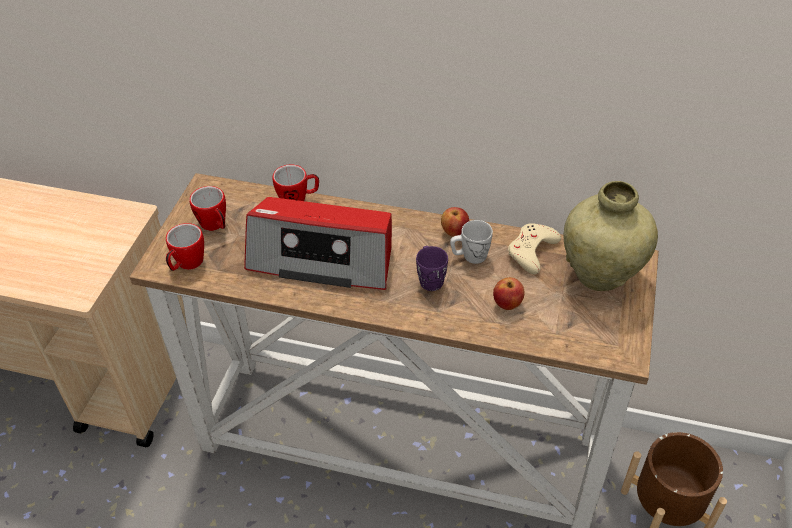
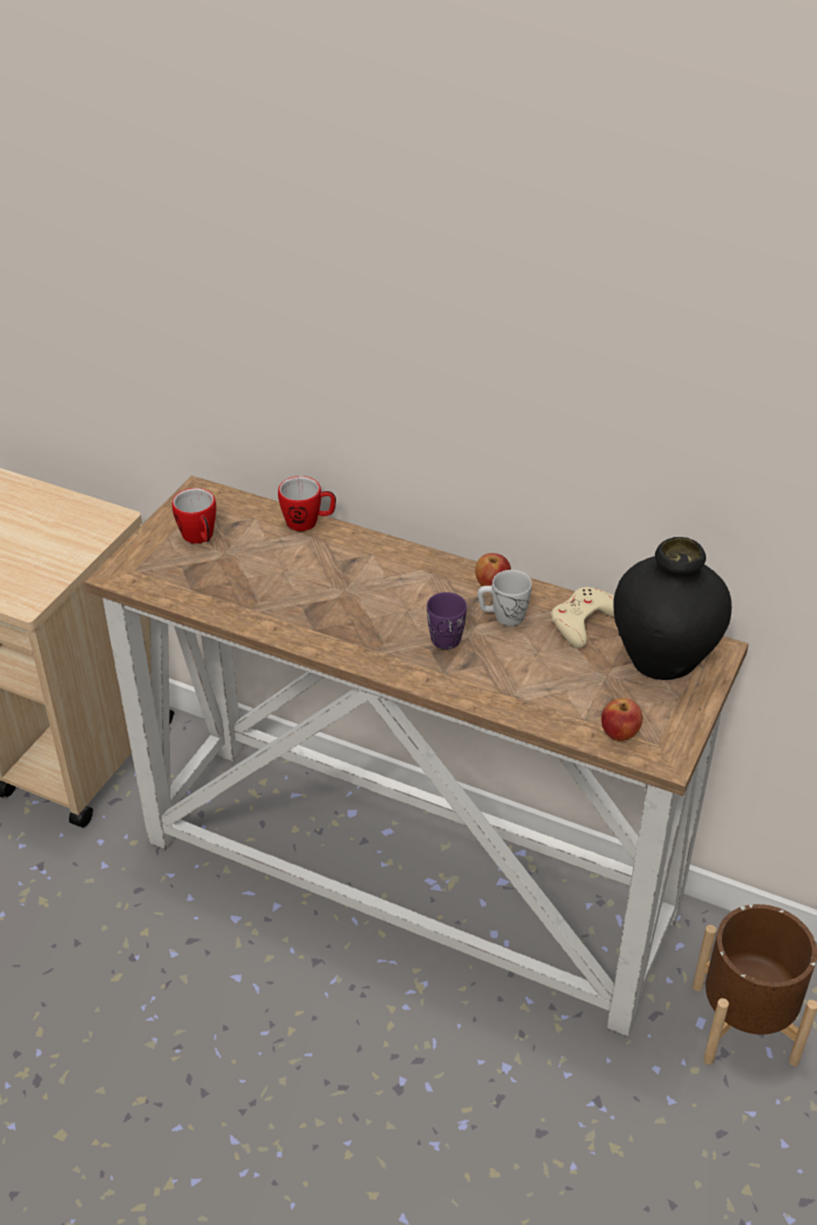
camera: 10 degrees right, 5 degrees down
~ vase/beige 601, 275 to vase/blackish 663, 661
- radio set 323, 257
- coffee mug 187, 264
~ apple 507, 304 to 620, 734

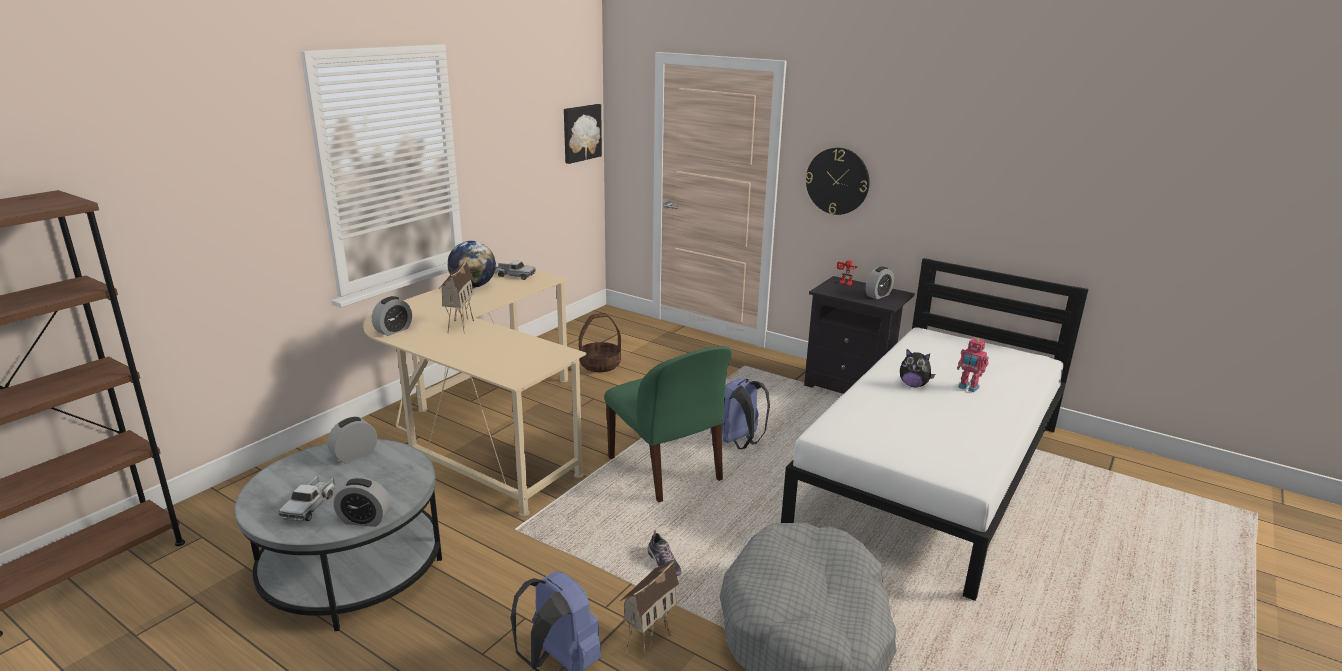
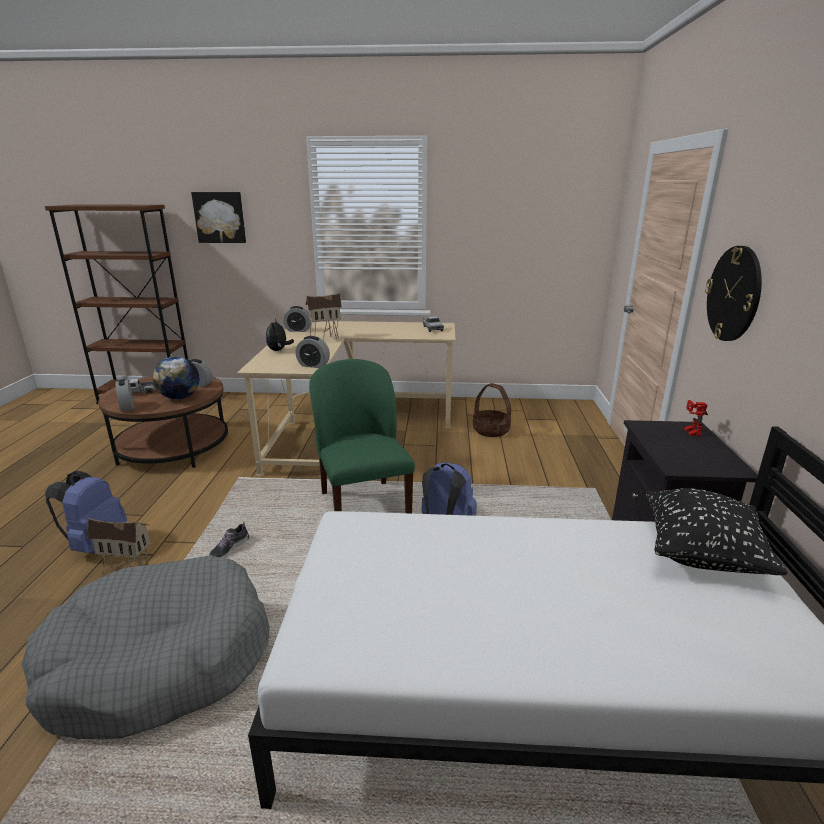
camera: 60 degrees right, 0 degrees up
~ picture 581, 133 to 220, 217
~ globe 473, 286 to 179, 398
~ alarm clock 878, 295 to 313, 365
- toy robot 968, 388
~ chair/greenish 666, 470 = 363, 507 135 degrees clockwise
~ cuddly toy 913, 385 to 278, 350
~ coffee table/grey 352, 568 to coffee table/brownish 173, 448
+ cushion/blackish 701, 554

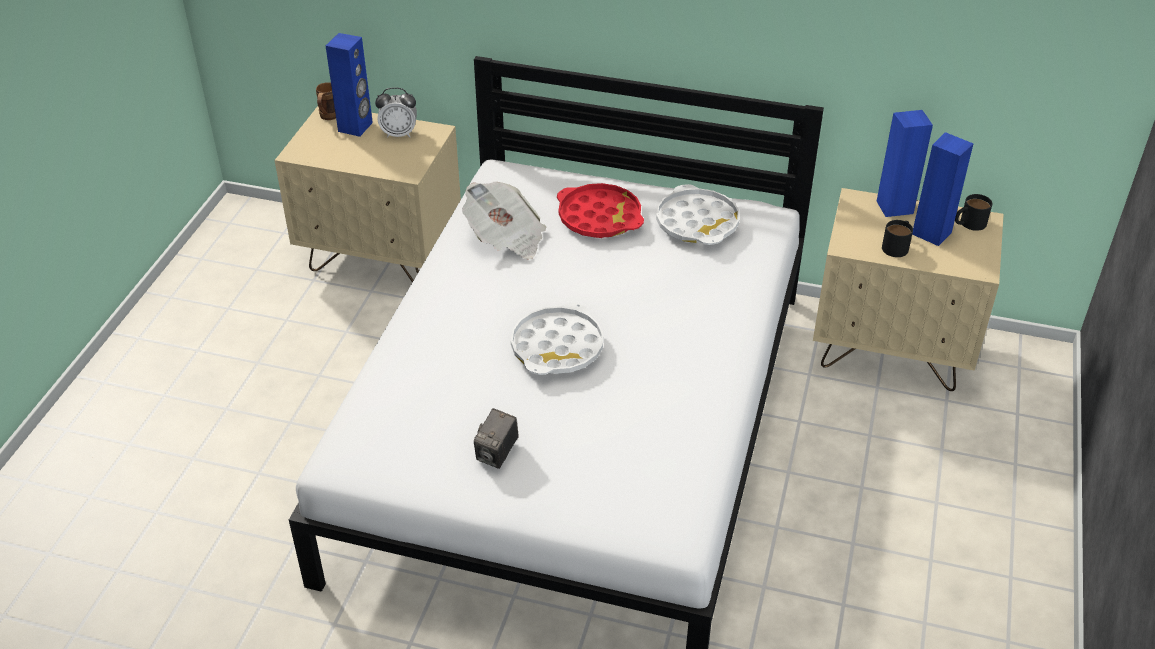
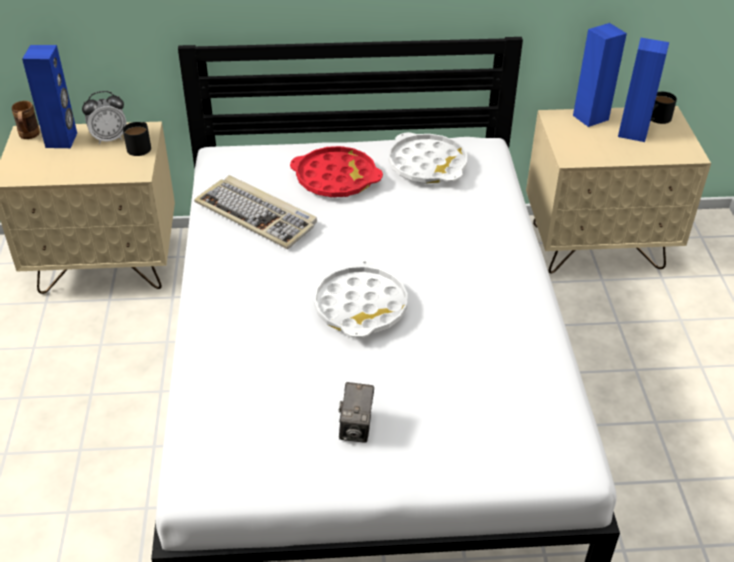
camera: 20 degrees left, 0 degrees up
~ daily paper 506, 238 to PC keyboard 257, 215
~ coffee mug/blackish 897, 246 to 141, 146

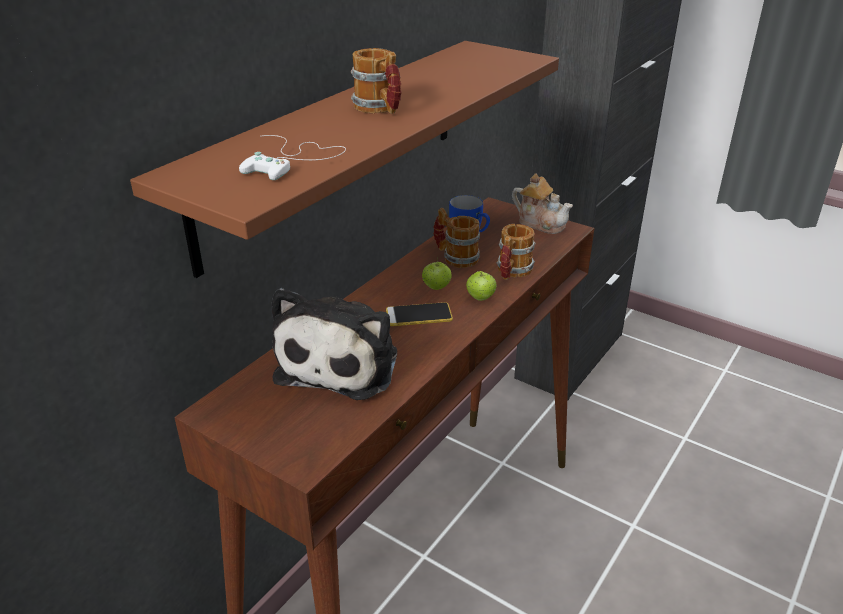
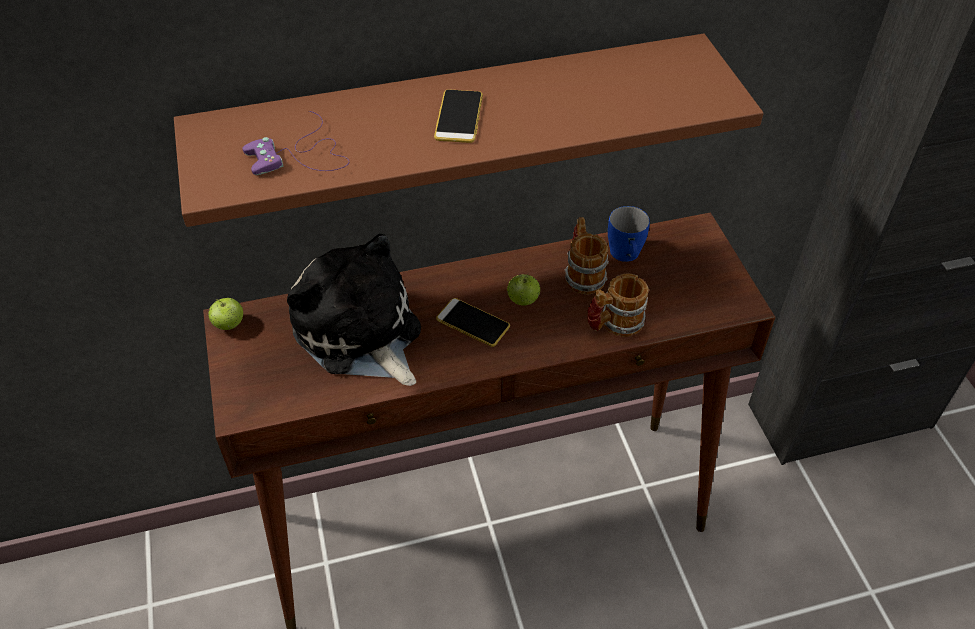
camera: 40 degrees right, 15 degrees up
~ coffee mug 380, 109 to phone 459, 117
~ game controller/white-coloured 293, 160 to game controller/purple-coloured 301, 155
- tea pot 541, 223
~ apple 480, 298 to 229, 325
~ cuddly toy 341, 362 = 360, 334 90 degrees clockwise

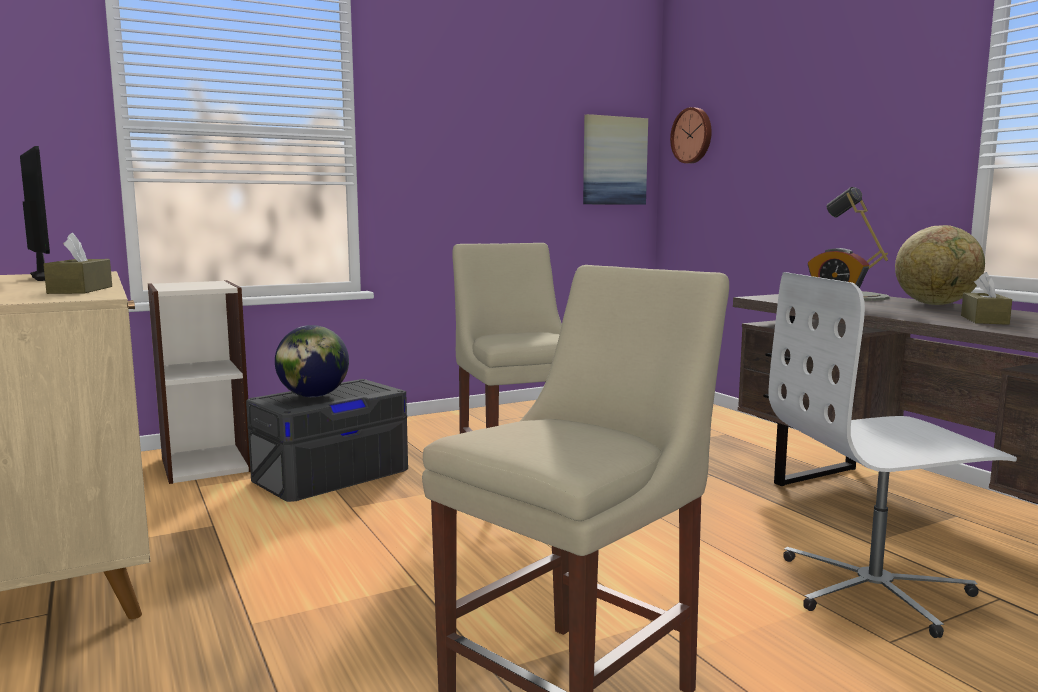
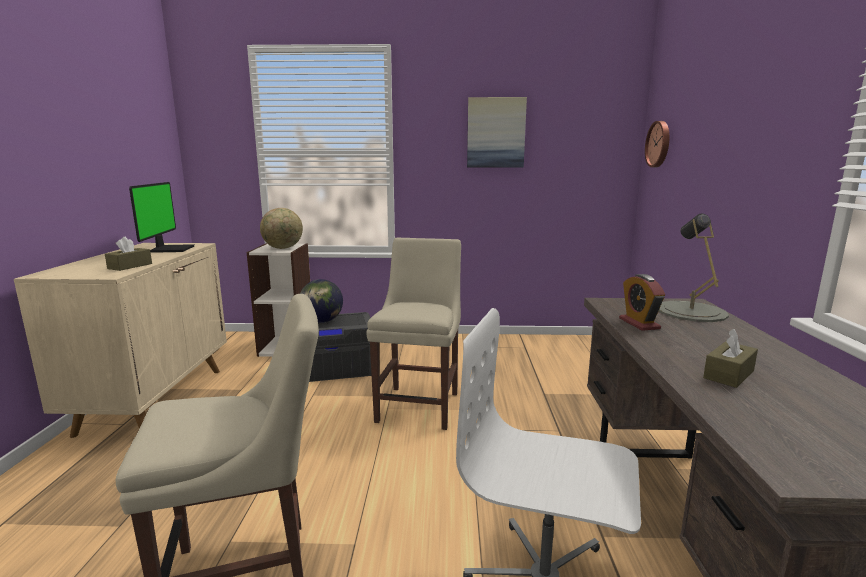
camera: 30 degrees right, 5 degrees up
~ picture 614, 161 to 496, 133
~ globe 935, 304 to 283, 248

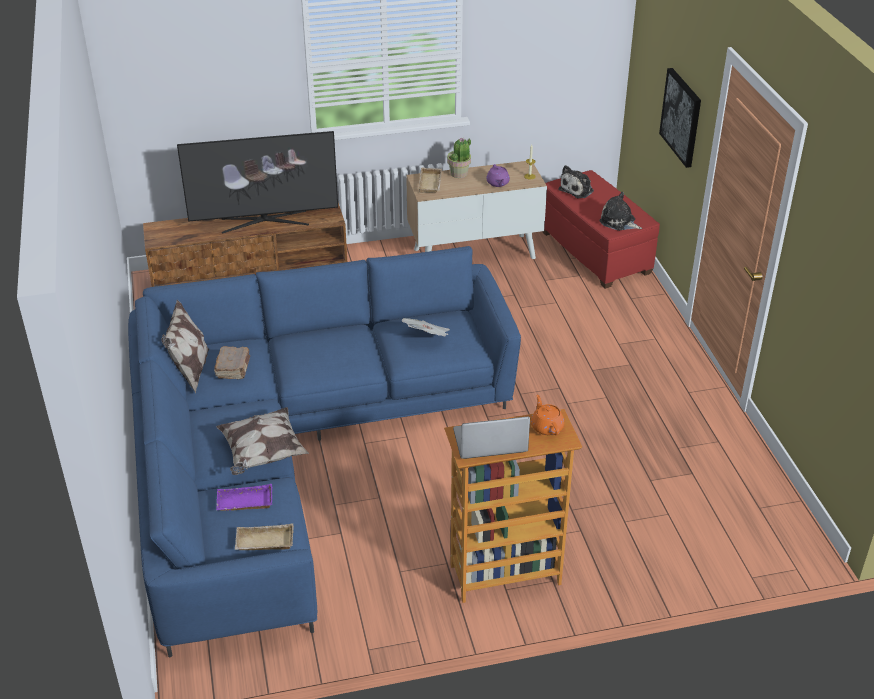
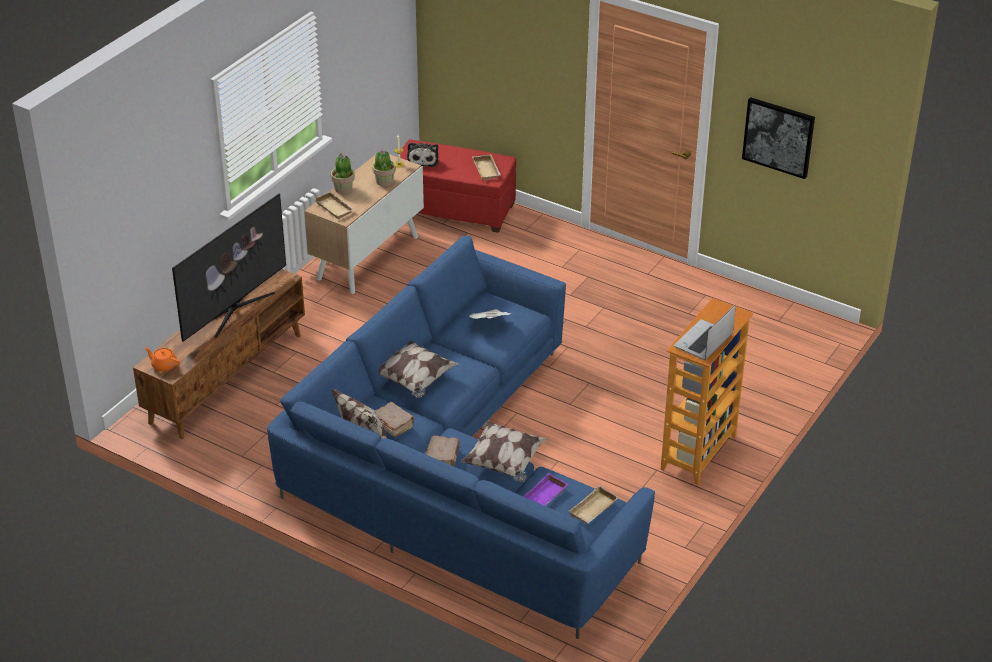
camera: 45 degrees left, 0 degrees up
~ picture 681, 117 to 778, 137
~ tea pot/purple-coloured 498, 183 to plant in a pot 384, 181
~ cuddly toy 619, 222 to carrying tray/beige 487, 170
~ tea pot/orange 546, 426 to 163, 365
+ cushion 414, 380
+ book/brownish 443, 458

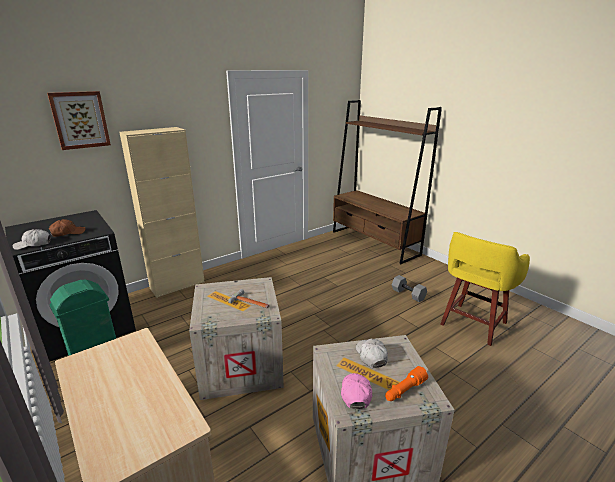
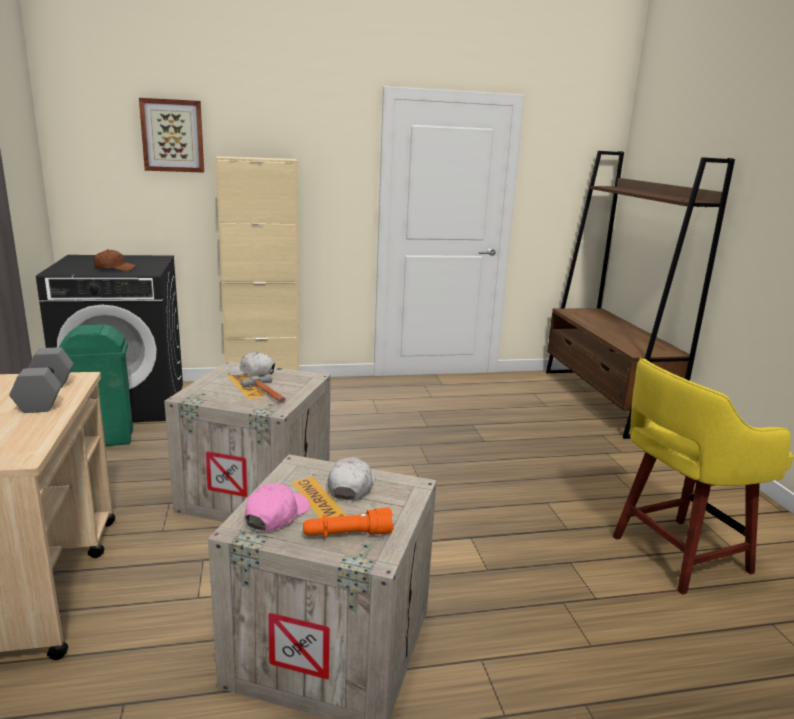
camera: 25 degrees right, 5 degrees down
~ cap/white-coloured 33, 244 to 252, 373
~ free weight/grey 407, 294 to 44, 395

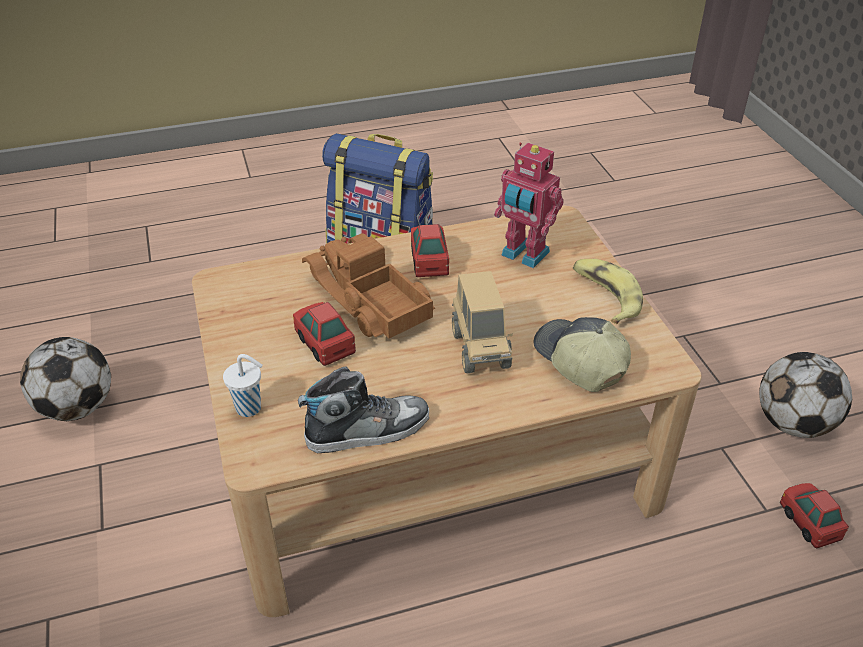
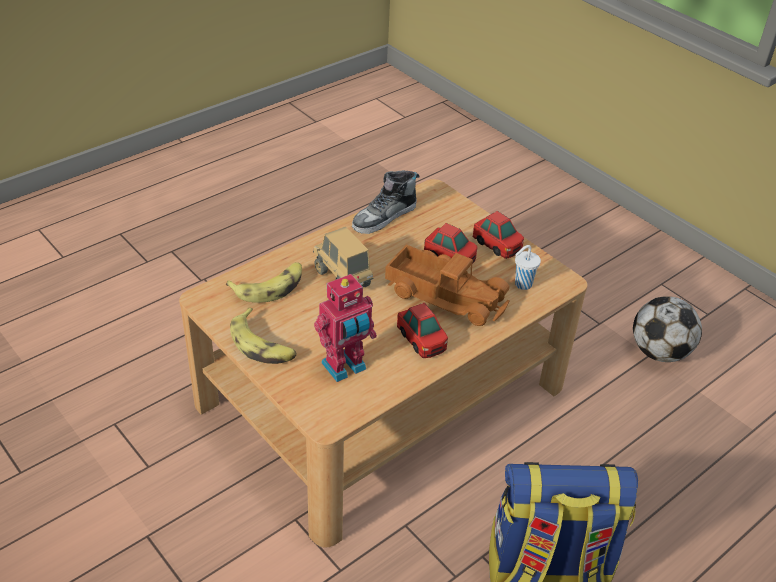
camera: 155 degrees right, 0 degrees up
~ toy robot 523, 255 = 345, 368 135 degrees clockwise
~ cap 578, 361 to banana 270, 287
- football 793, 423
~ drinking cup/white-coloured 250, 408 to 522, 284
~ model car 808, 522 to 497, 245

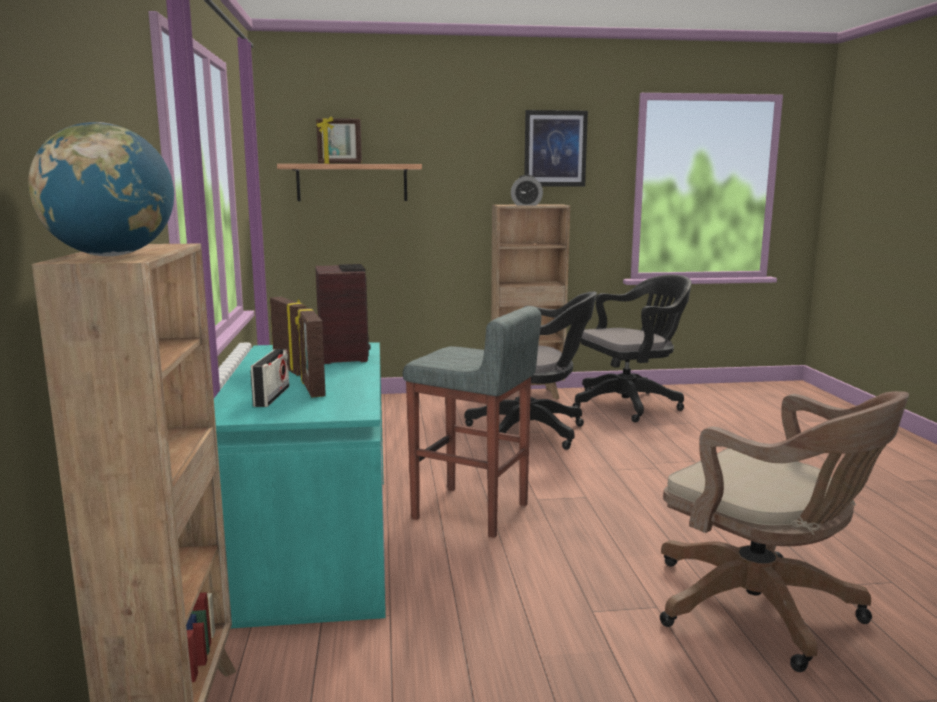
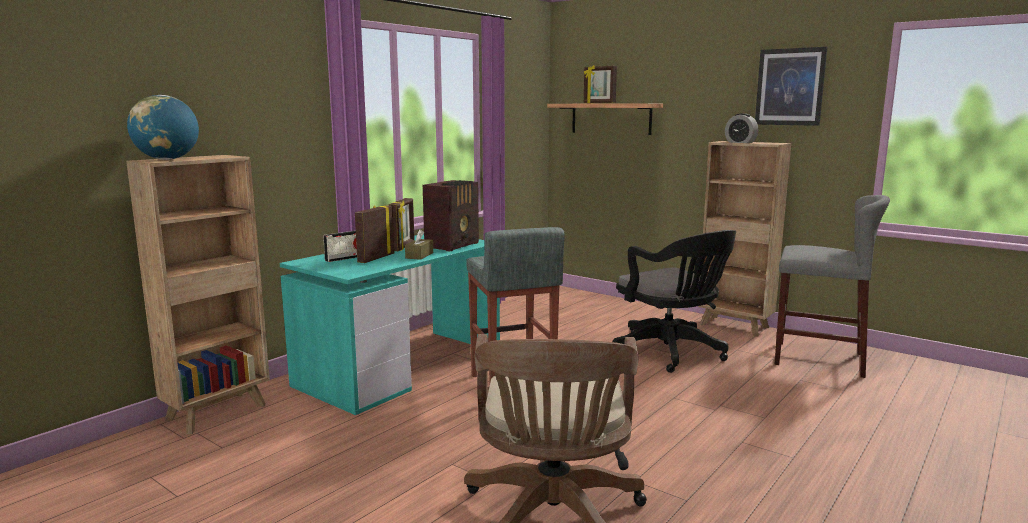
camera: 45 degrees right, 0 degrees up
~ desk chair/blackish 630, 404 to sitting stool/grey 818, 359
+ tissue box/brownish 419, 255

